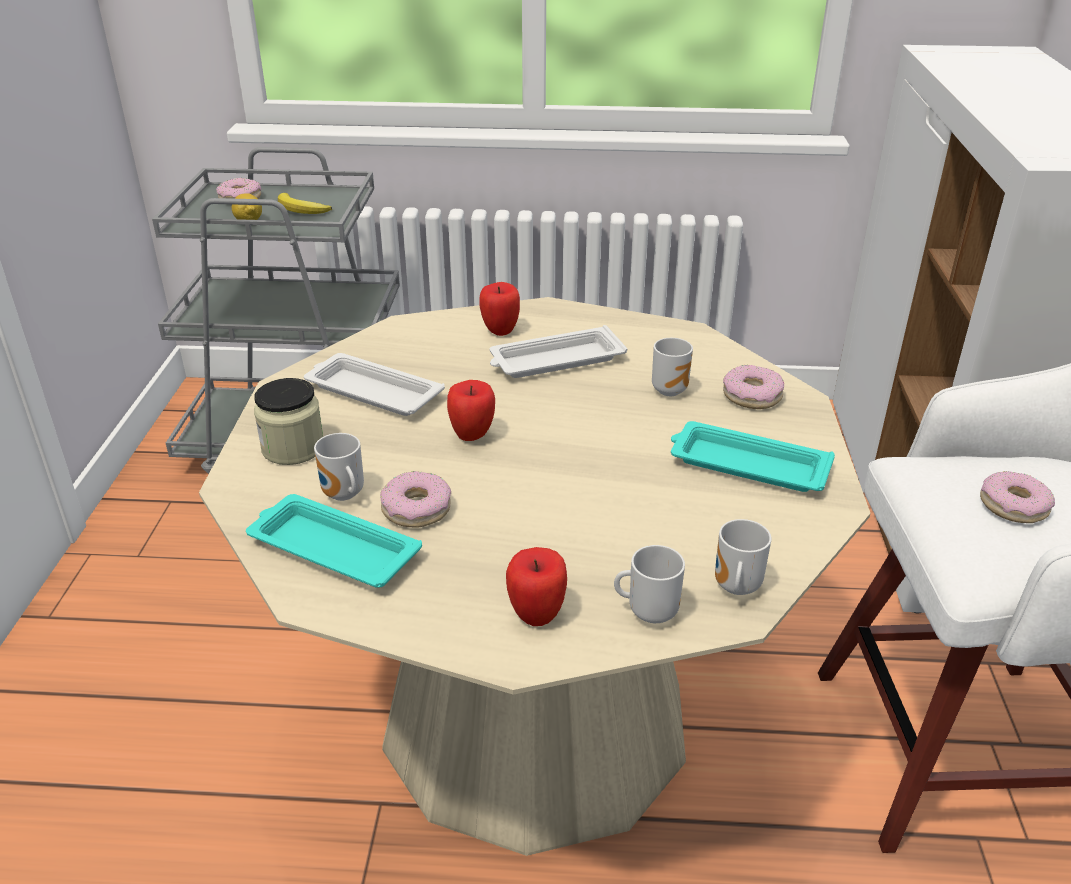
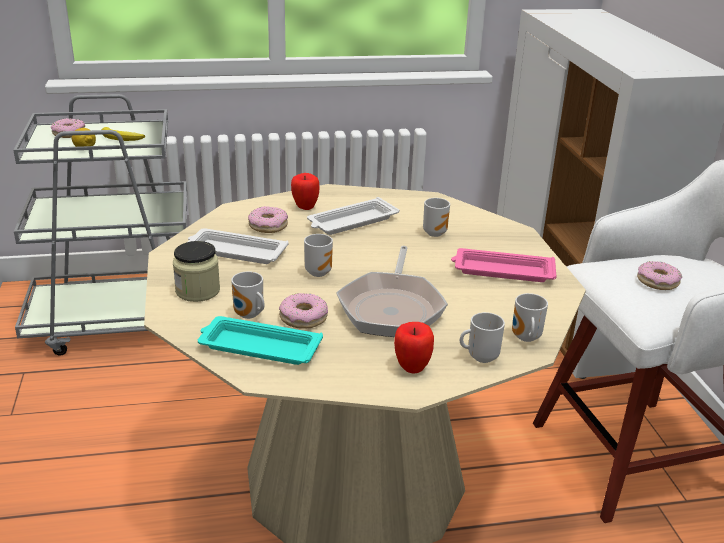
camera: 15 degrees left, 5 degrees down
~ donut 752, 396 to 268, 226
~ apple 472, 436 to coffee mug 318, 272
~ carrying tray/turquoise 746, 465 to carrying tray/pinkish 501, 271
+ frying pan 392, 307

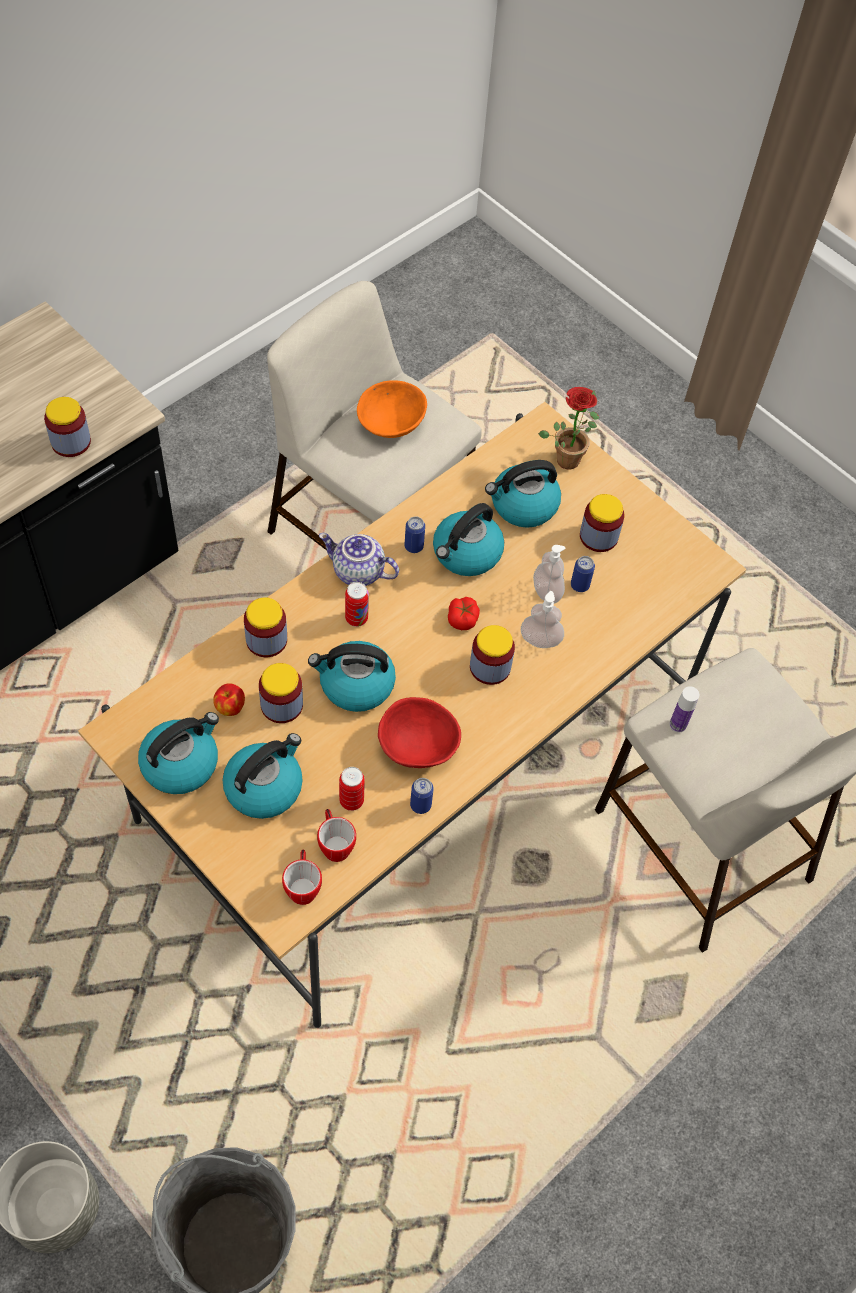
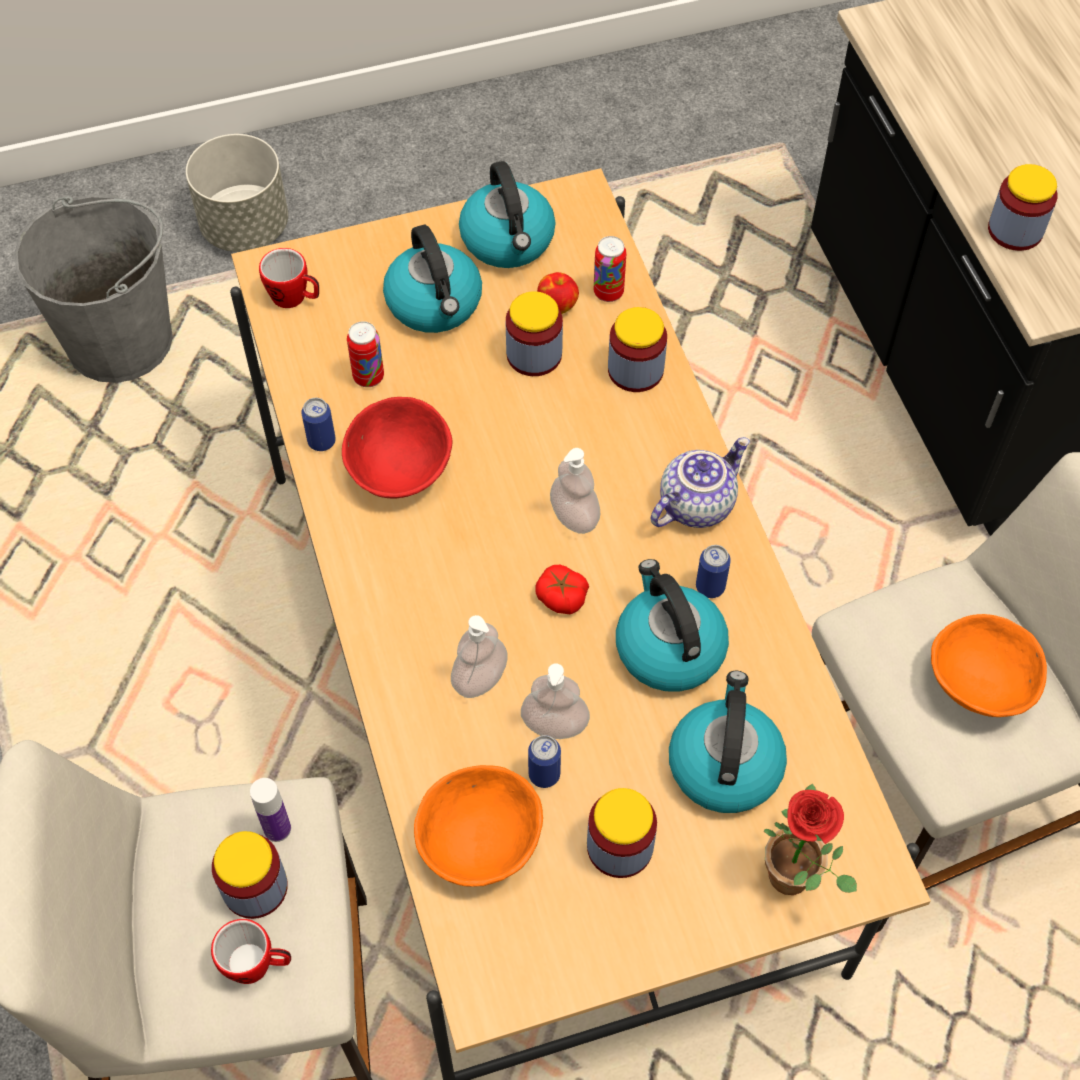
camera: 120 degrees right, 0 degrees up
~ can 356, 618 to 608, 292
~ jar 490, 667 to 255, 887
- tea kettle 355, 685
~ coffee mug 334, 843 to 258, 965
+ liquid soap bottle 574, 516
+ serving bowl/orange 481, 842

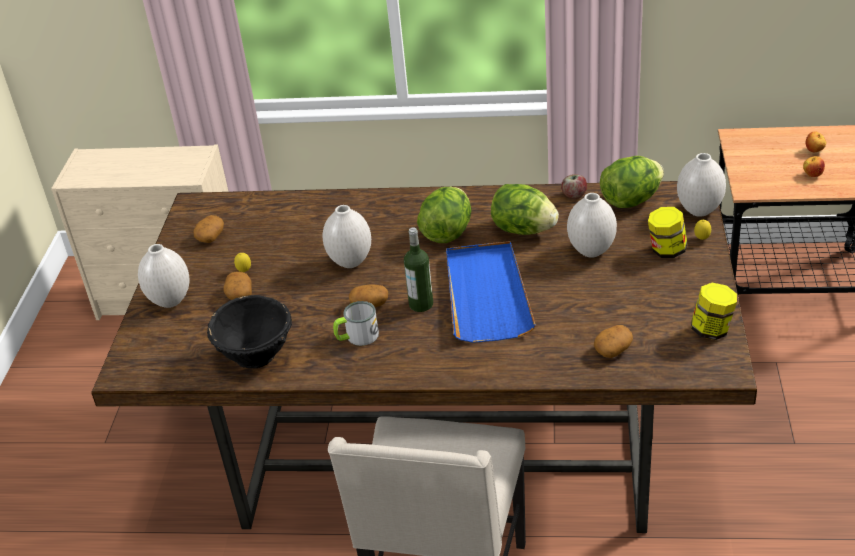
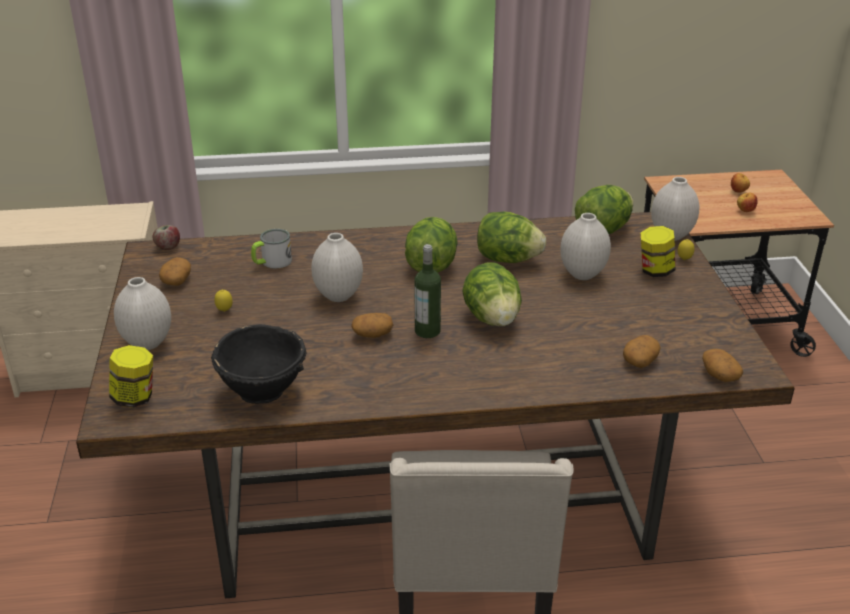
camera: 15 degrees left, 5 degrees down
~ apple 574, 195 to 168, 247
~ carrying tray/bluish 486, 294 to lettuce 492, 318
~ spud 239, 294 to 719, 375
~ jar 712, 330 to 135, 398
~ coffee mug 357, 337 to 272, 262

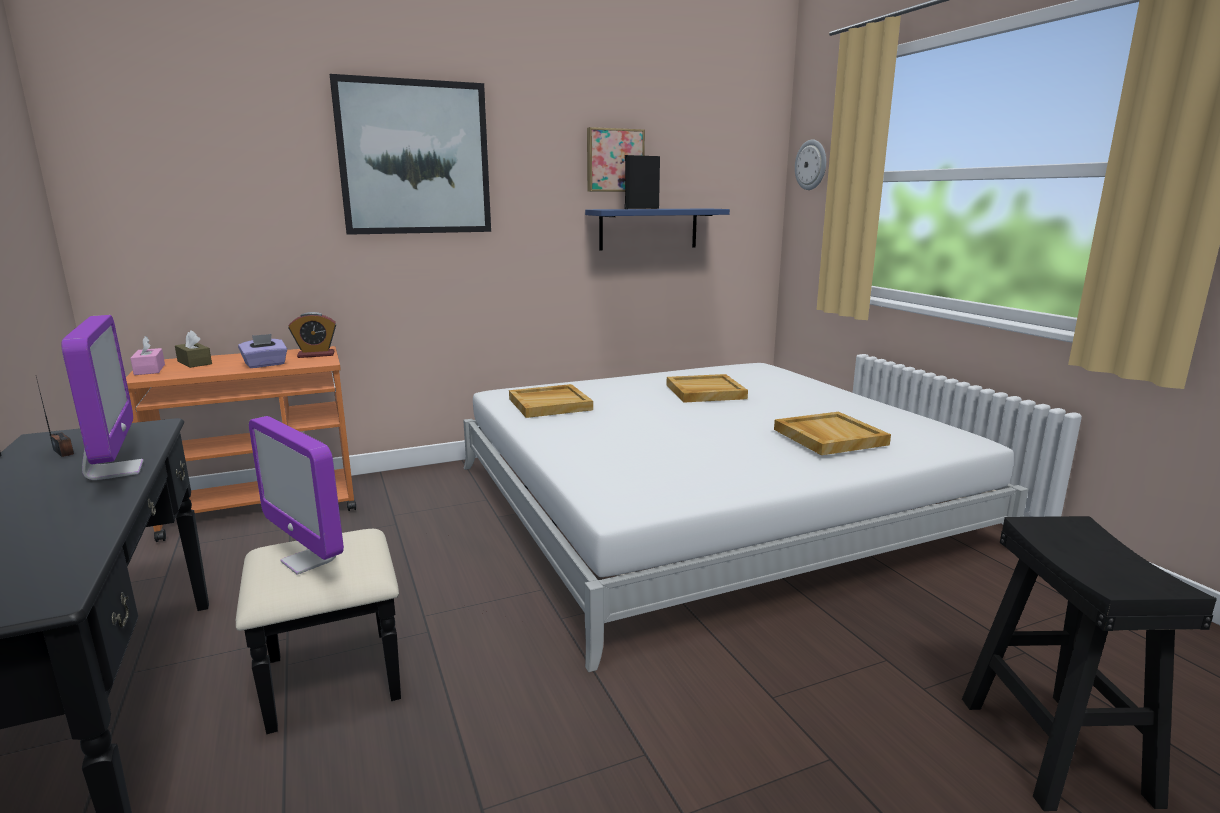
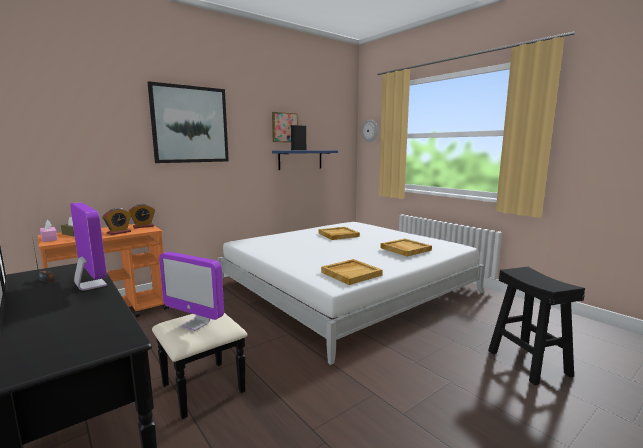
camera: 15 degrees left, 5 degrees down
~ tissue box/purple-coloured 265, 365 to alarm clock 119, 232
~ carrying tray/beige 550, 404 to 351, 273

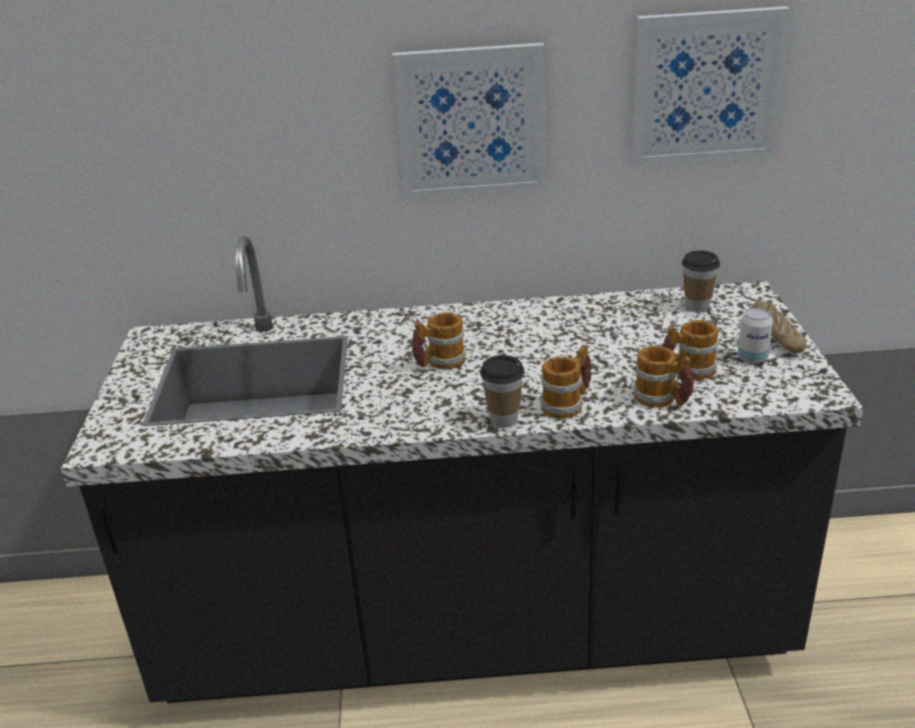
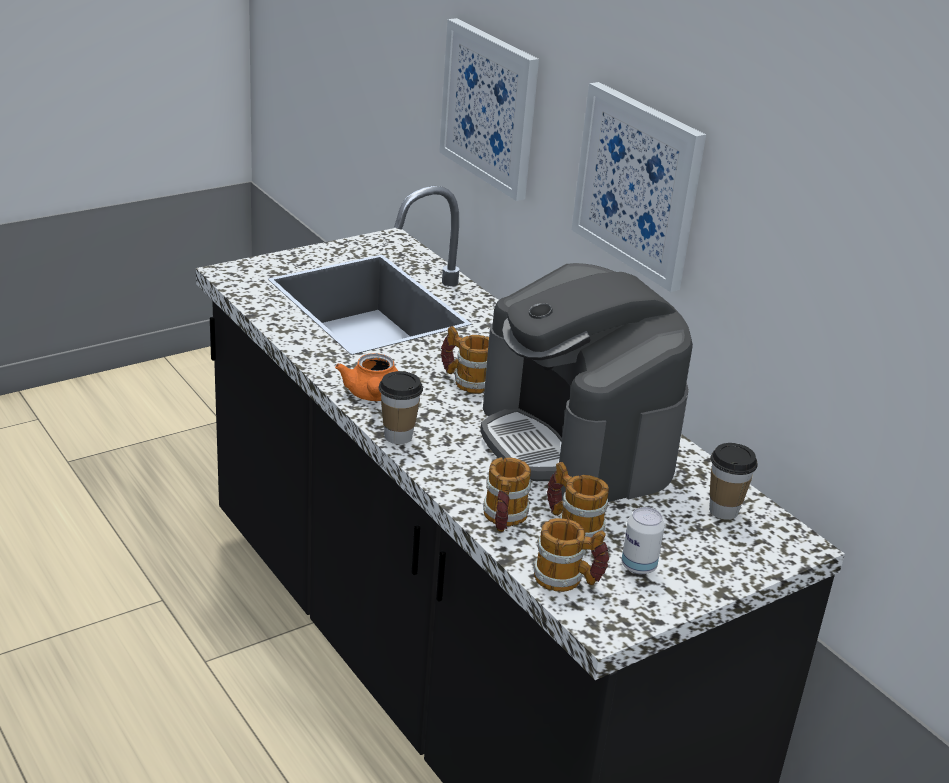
camera: 55 degrees right, 0 degrees up
~ picture 705, 87 to 490, 107
- baked bread 776, 334
~ coffee mug 568, 404 to 568, 580
+ coffee maker 576, 442
+ tea pot/orange 372, 396

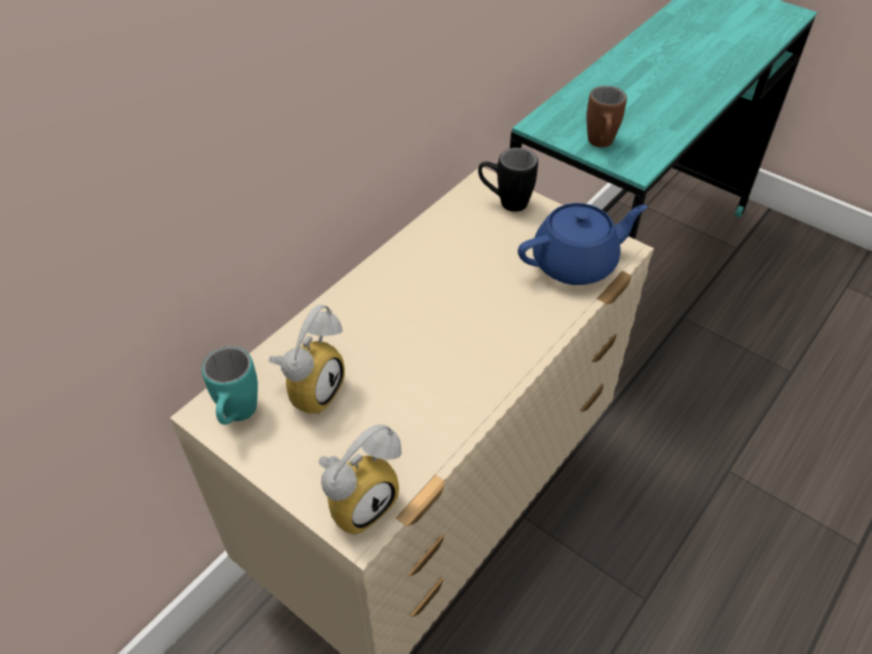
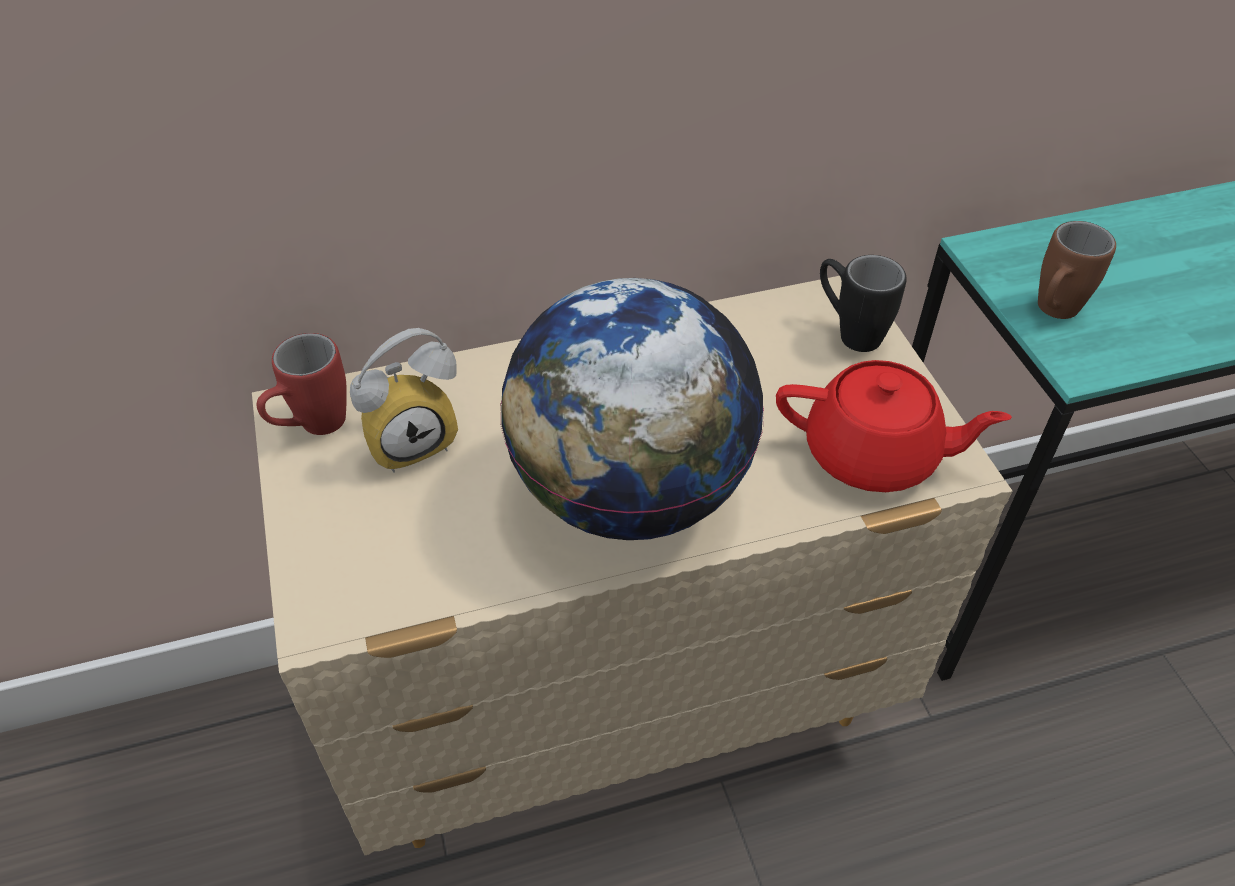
camera: 35 degrees right, 0 degrees up
~ tea pot/bluish 576, 263 to tea pot/red-coloured 873, 455
~ coffee mug/turquoise 237, 417 to coffee mug/red-coloured 312, 428
- alarm clock 360, 499
+ globe 629, 492

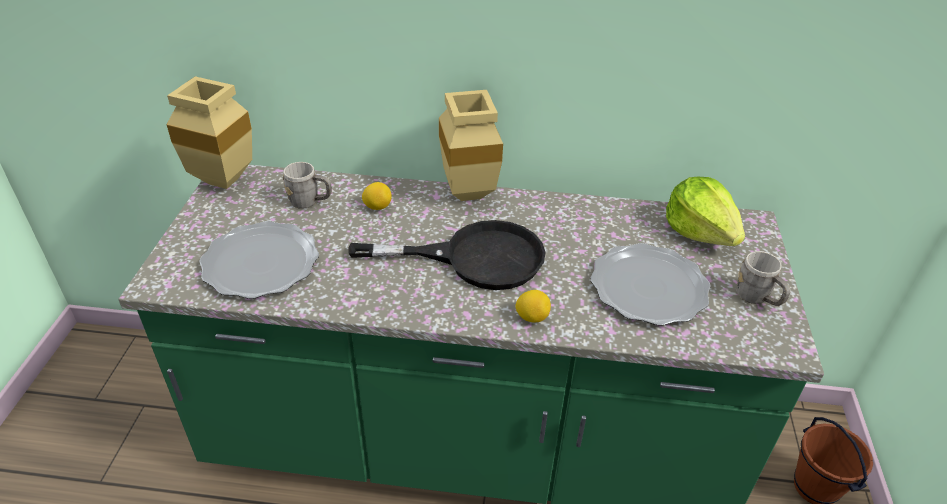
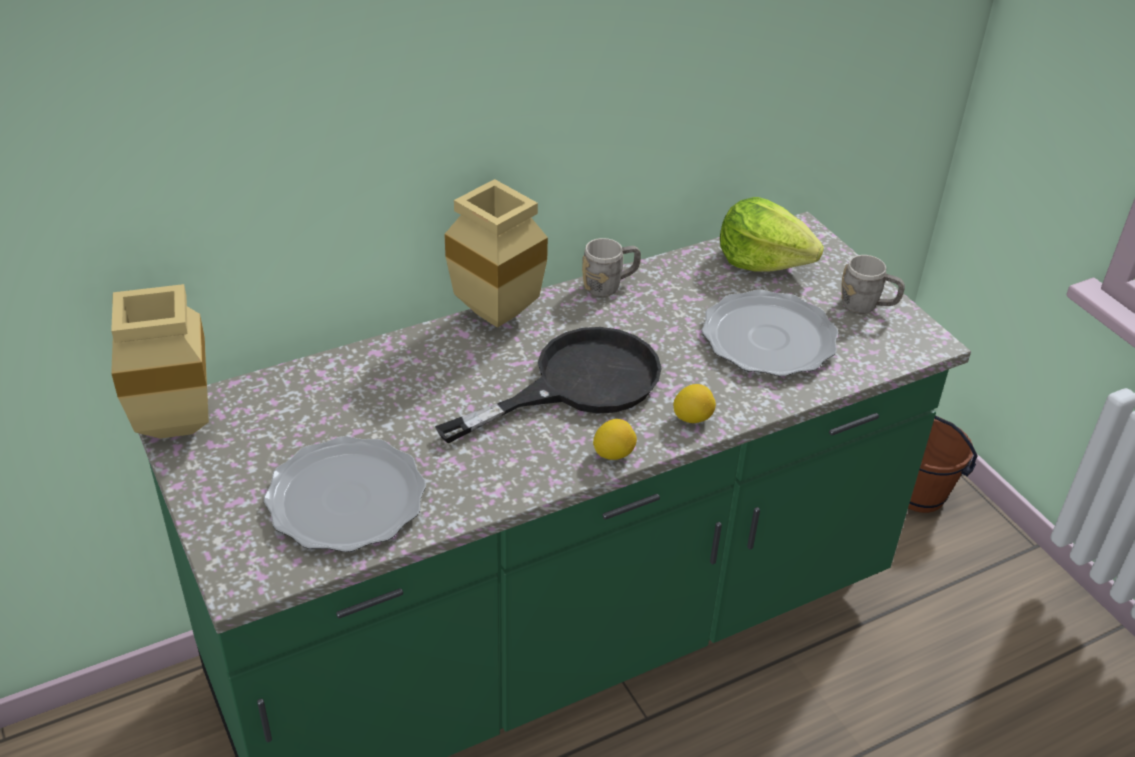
camera: 35 degrees left, 0 degrees up
~ coffee mug/grey 310, 202 to 609, 285
~ citrus fruit 377, 207 to 613, 454

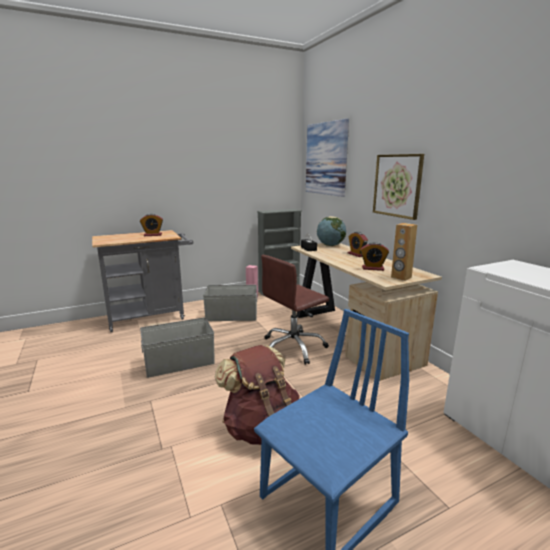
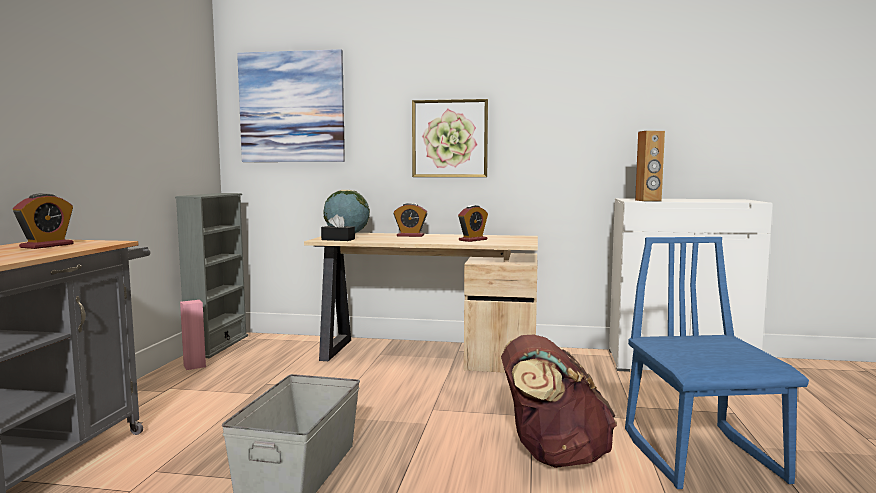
camera: 55 degrees left, 10 degrees down
~ loudspeaker/brownish 401, 277 to 648, 200
- desk chair/brownish 293, 347
- storage bin/grey 231, 315

